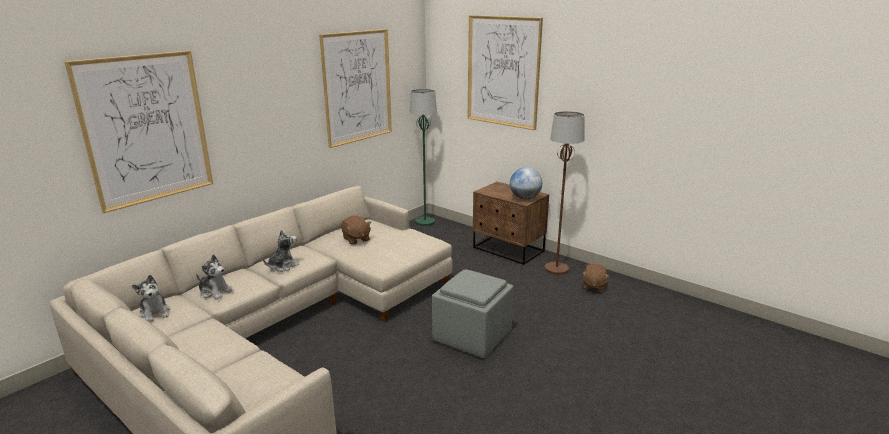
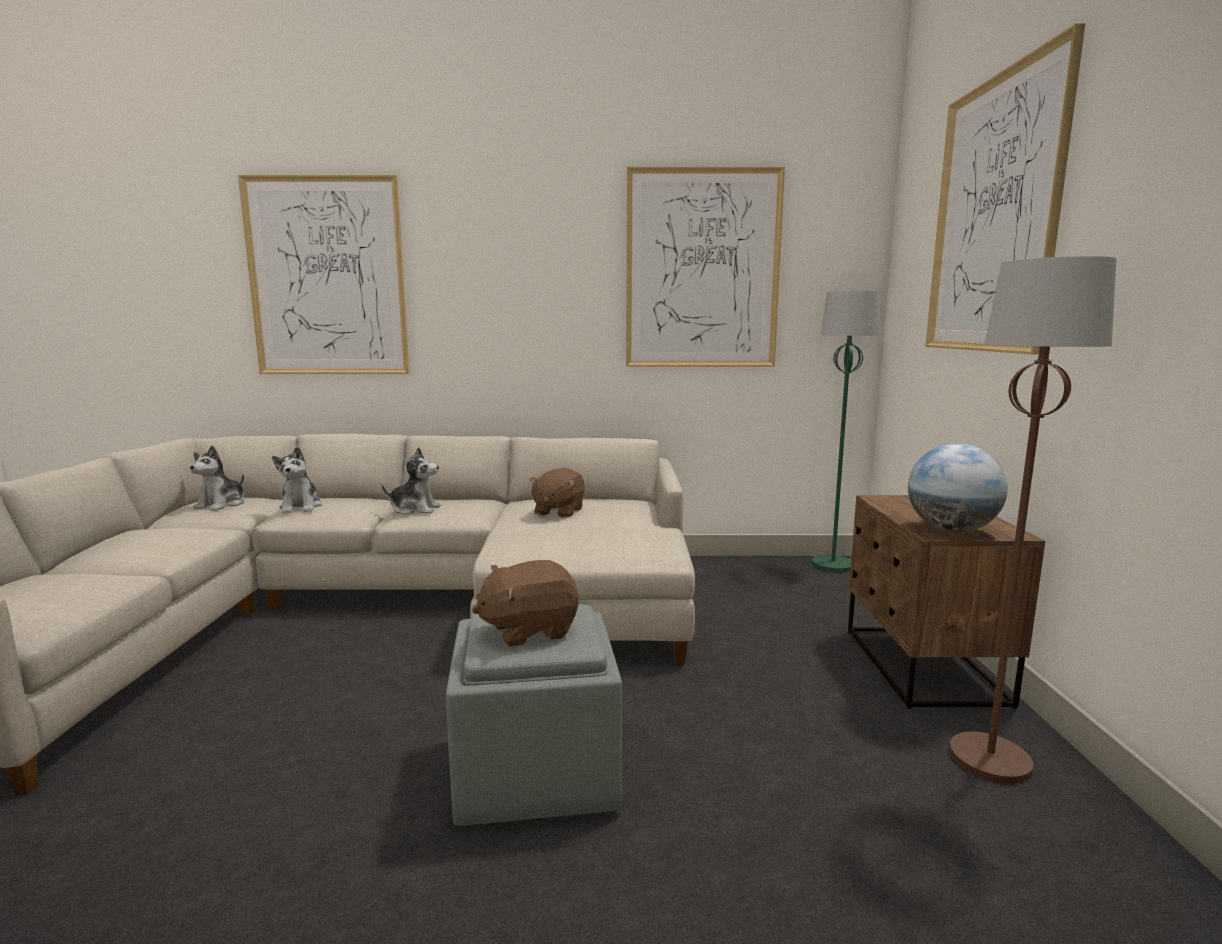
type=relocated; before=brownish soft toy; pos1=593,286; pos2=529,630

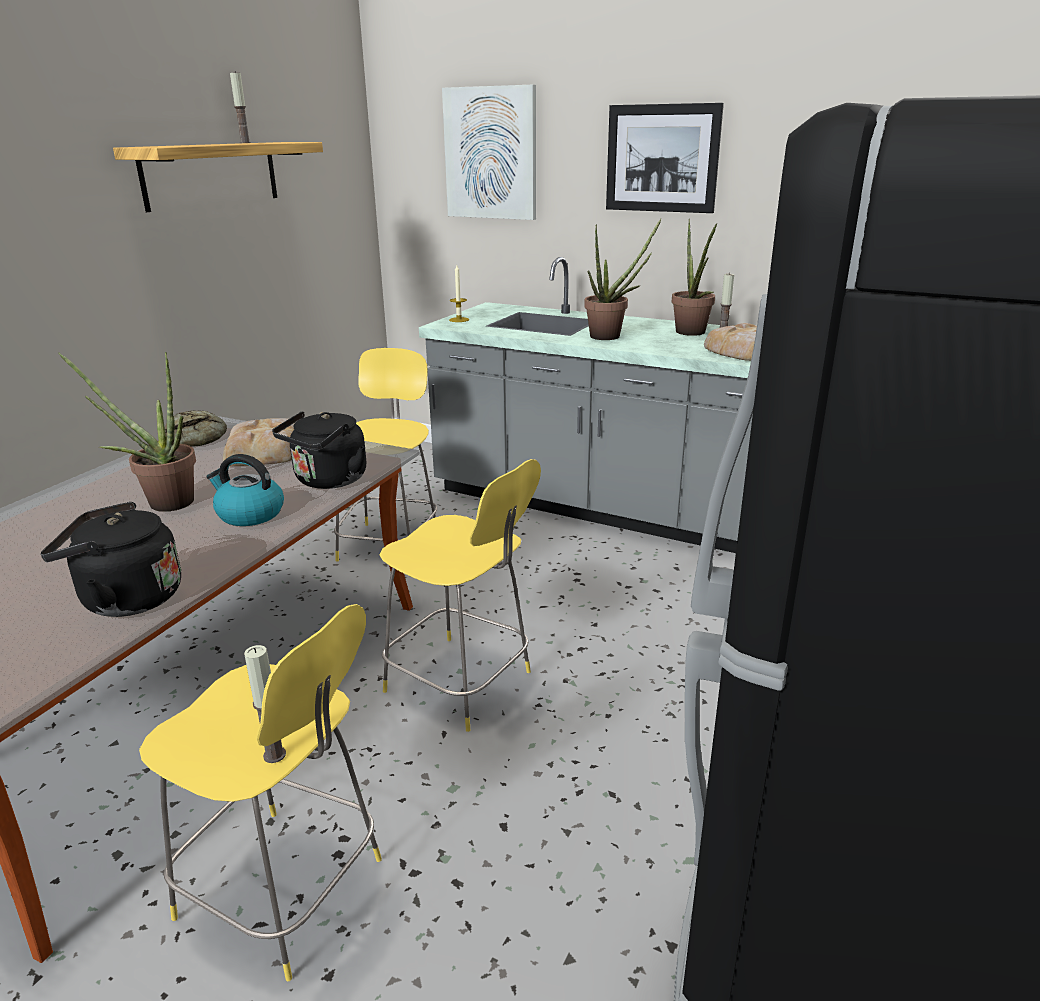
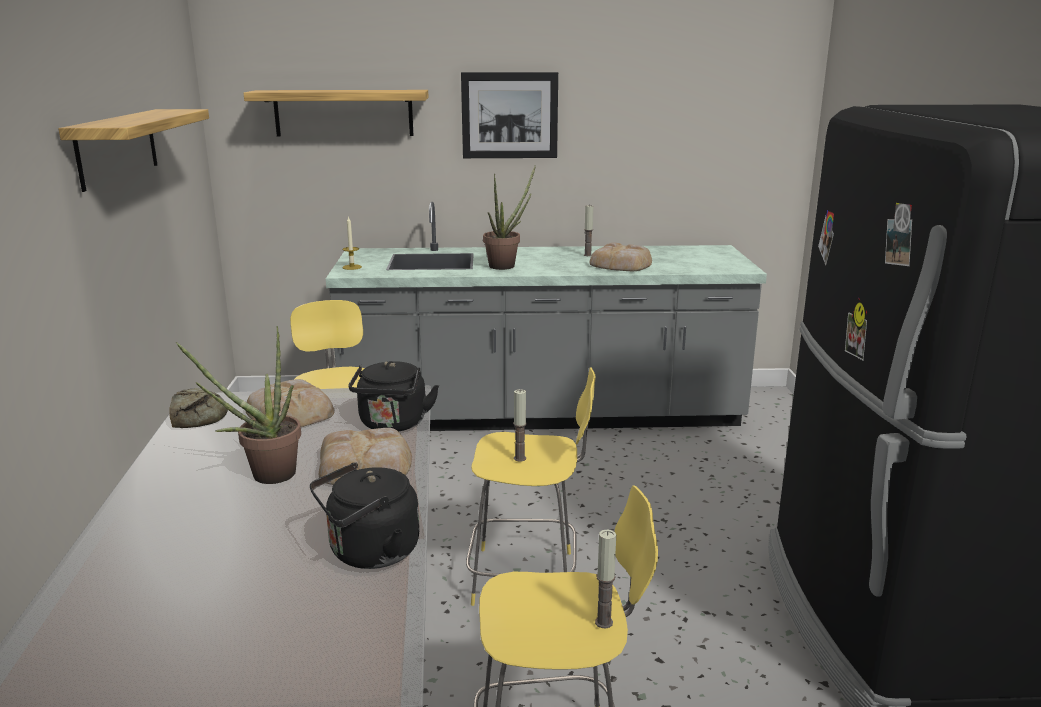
type=exchanged; before=wall picture; after=shelf; pos1=491,154; pos2=343,113
type=exchanged; before=water kettle; after=baked bread; pos1=249,514; pos2=366,465
type=relocated; before=wax light; pos1=245,143; pos2=519,458
type=missing; before=houseplant; pos1=692,333

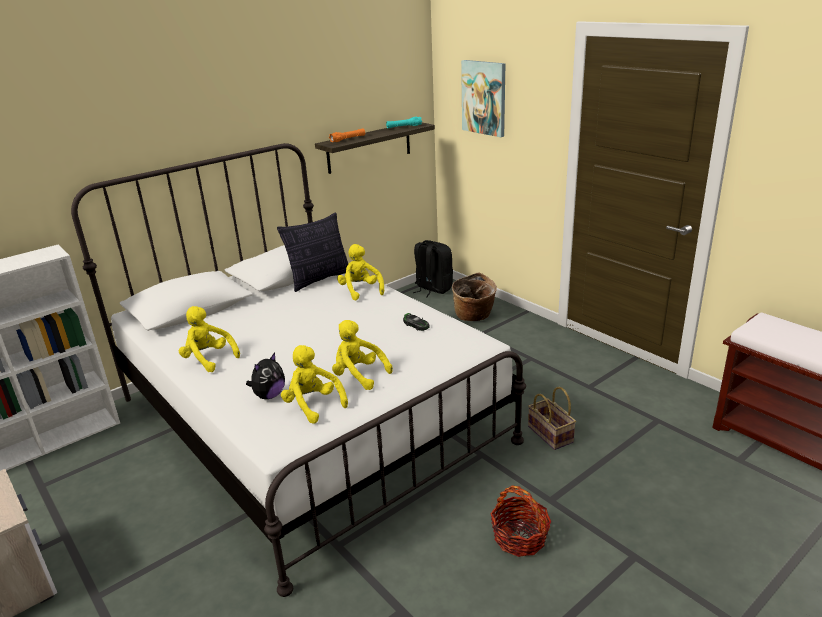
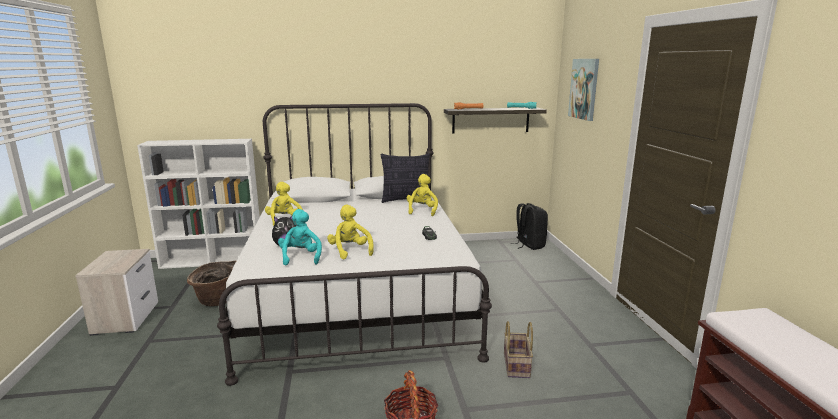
type=relocated; before=basket; pos1=474,316; pos2=217,301
type=colour; before=yellow soft toy; after=blue-green soft toy; pos1=313,405; pos2=301,257

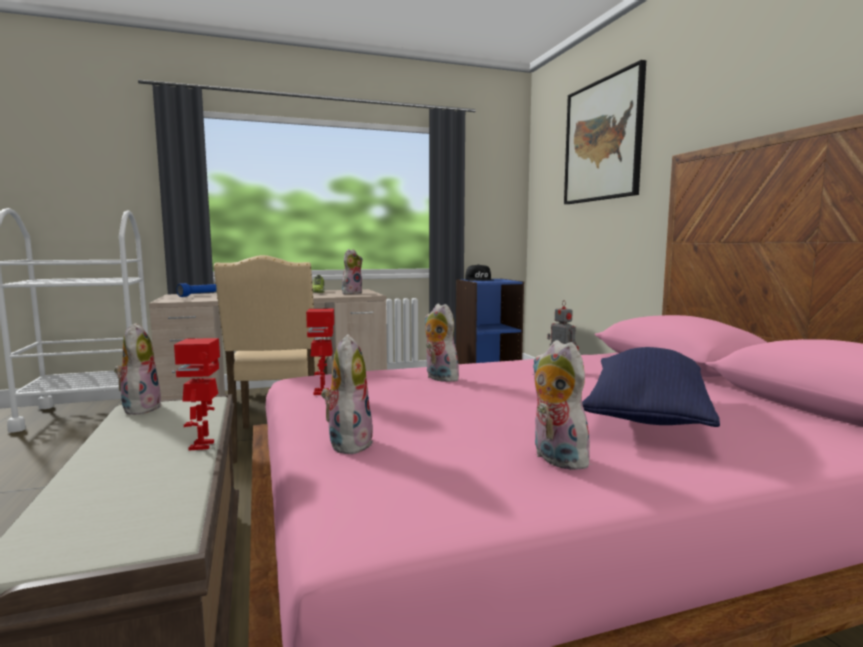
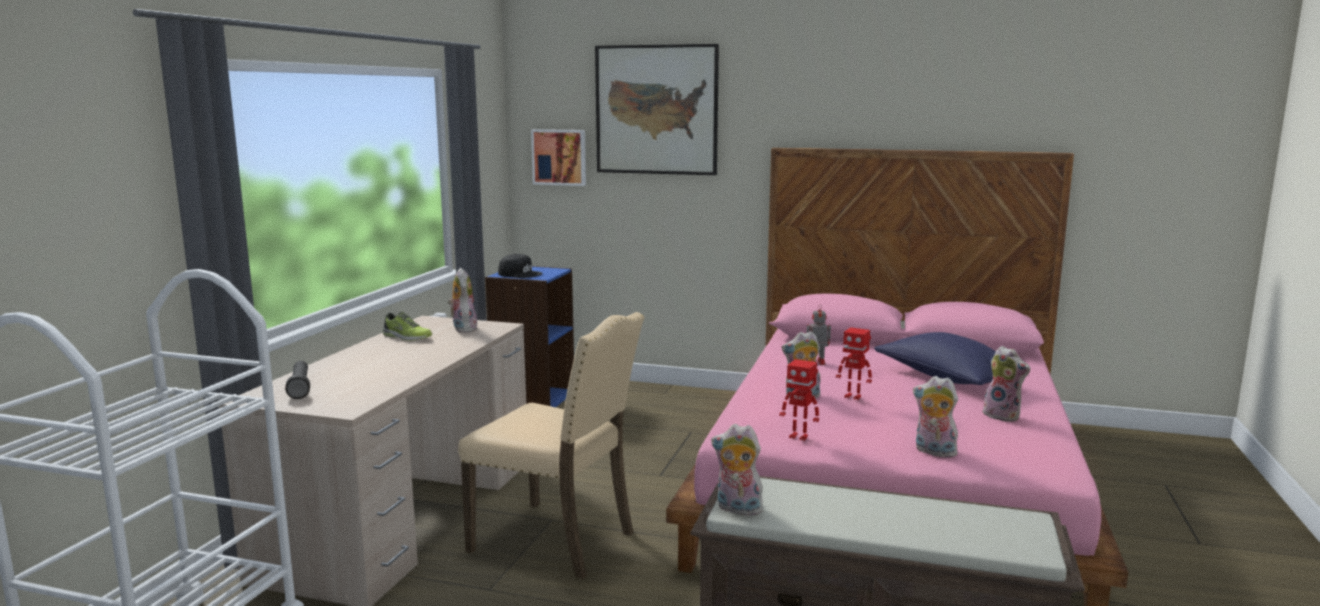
type=colour; before=bluish torch; after=black-coloured torch; pos1=201,295; pos2=300,387
type=appeared; after=wall picture; pos2=559,157
type=relocated; before=robot figure; pos1=203,445; pos2=853,396
type=spun; before=soft toy; pos1=555,459; pos2=1003,416; turn=-135

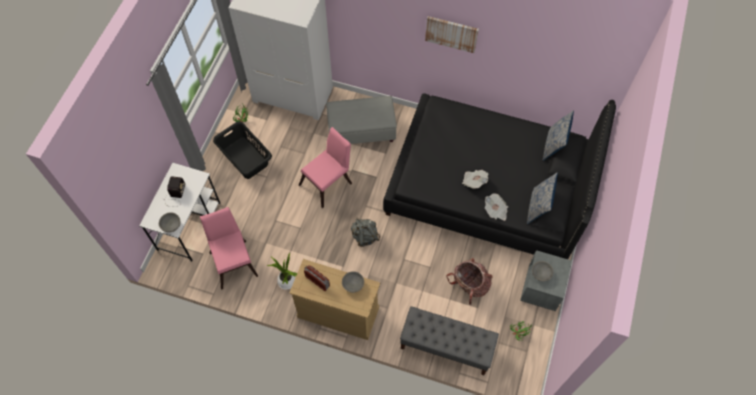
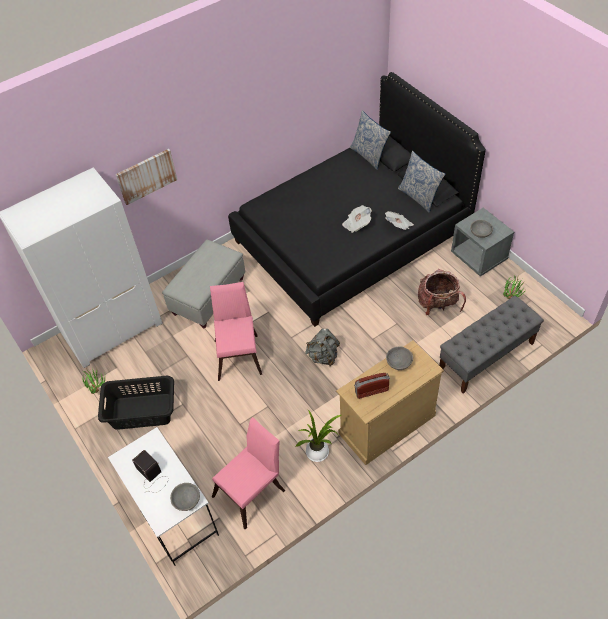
type=relocated; before=wall picture; pos1=451,33; pos2=146,176
type=spun; before=pink chair; pos1=233,261; pos2=253,491; turn=120

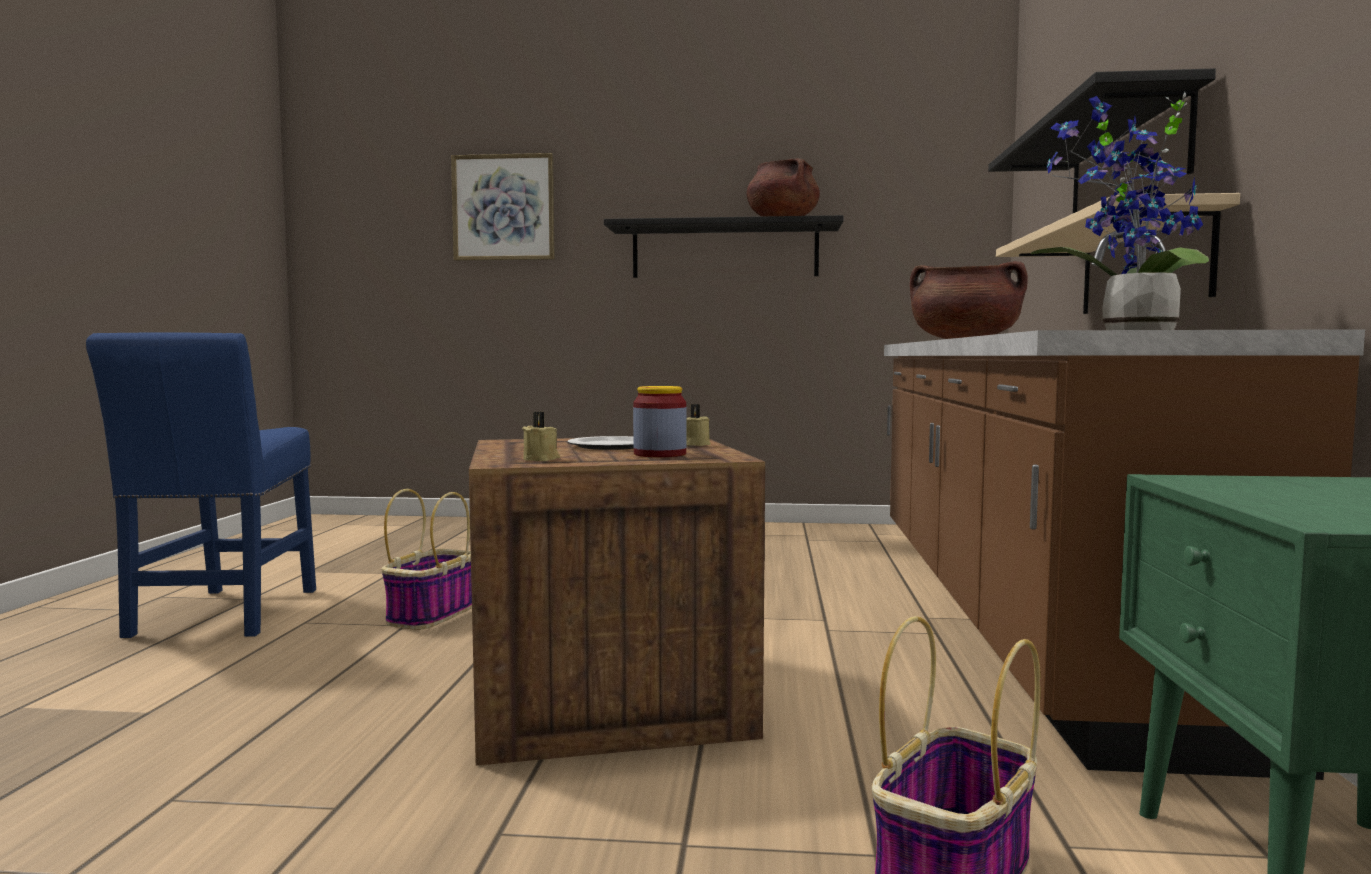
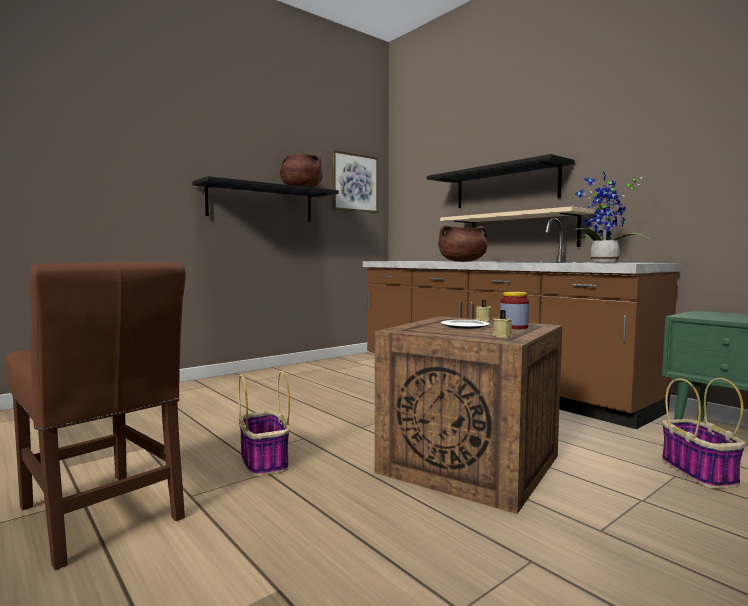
type=colour; before=bluish chair; after=brownish chair; pos1=223,615; pos2=101,517
type=relocated; before=wall picture; pos1=503,208; pos2=354,183

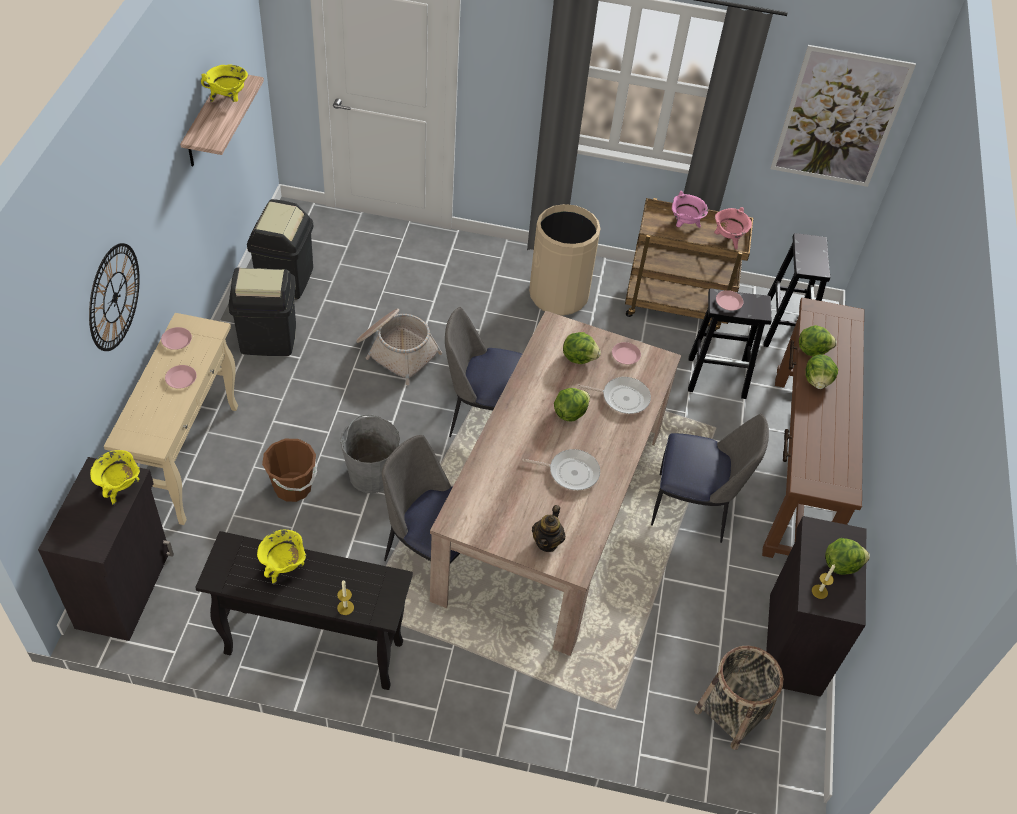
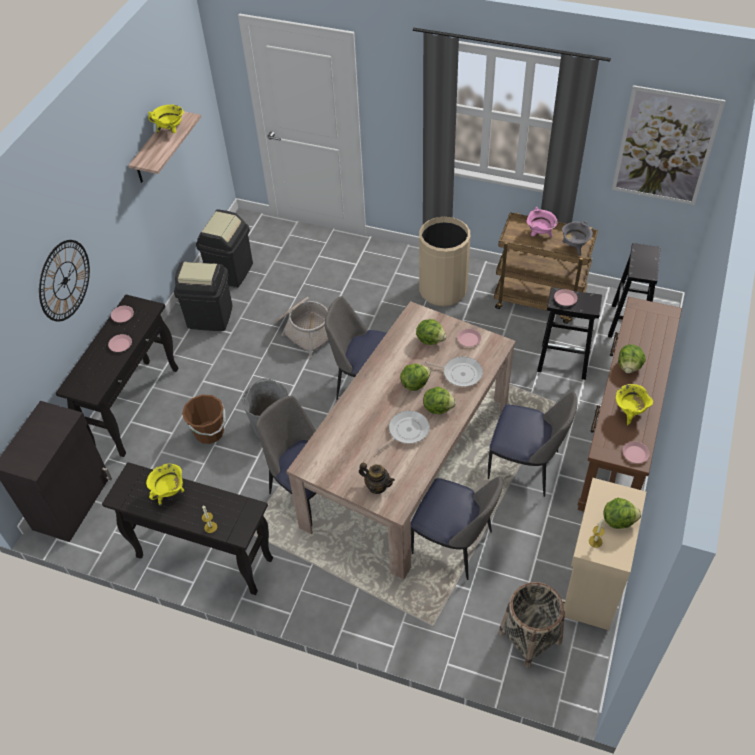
type=colour; before=beige-coloured narrow table; after=black-coloured narrow table; pos1=189,458; pos2=136,406
type=spun; before=pot for tea; pos1=547,542; pos2=377,486; turn=-90
type=spun; before=frying pan; pos1=570,472; pos2=406,431; turn=-60
type=appeared; after=chair; pos2=454,545
type=relocated; before=head of lettuce; pos1=812,350; pos2=438,407
type=colour; before=pink cooking pot; after=greyish cooking pot; pos1=728,239; pos2=574,247
type=colour; before=black-coloured storage cabinet; after=beige-coloured storage cabinet; pos1=792,644; pos2=591,584
type=relocated; before=yellow cooking pot; pos1=120,488; pos2=629,413
type=appeared; after=pink dinner plate; pos2=635,454

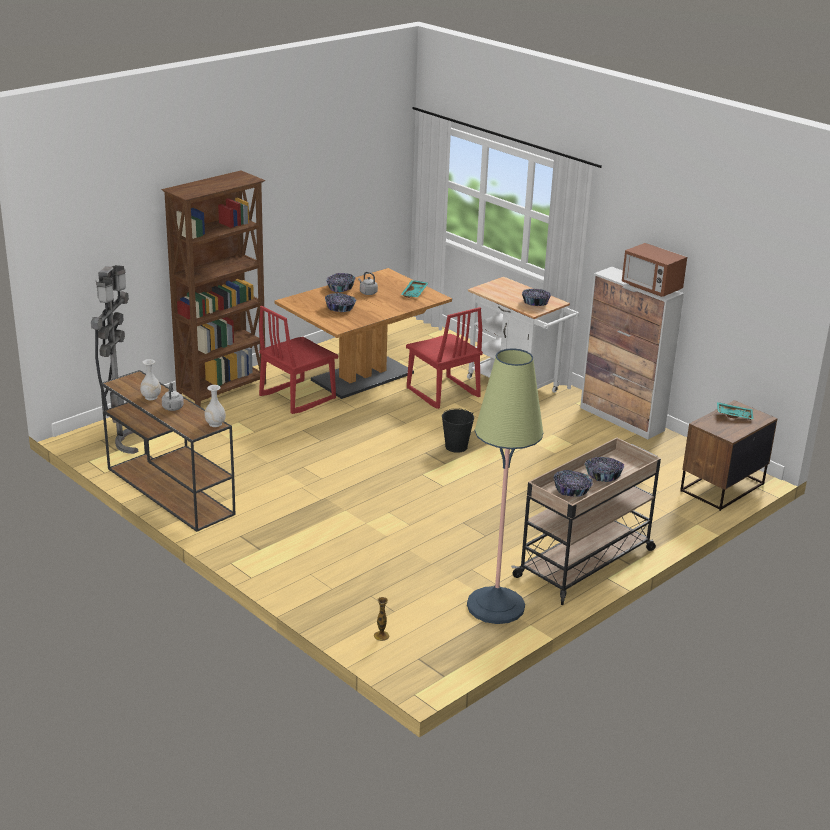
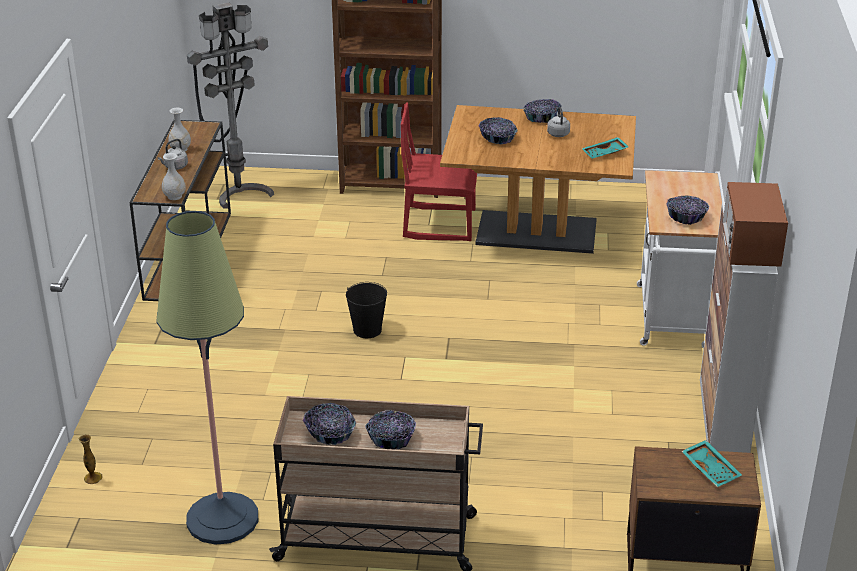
type=relocated; before=black-coloured bucket; pos1=456,447; pos2=367,330
type=missing; before=red chair; pos1=442,393

